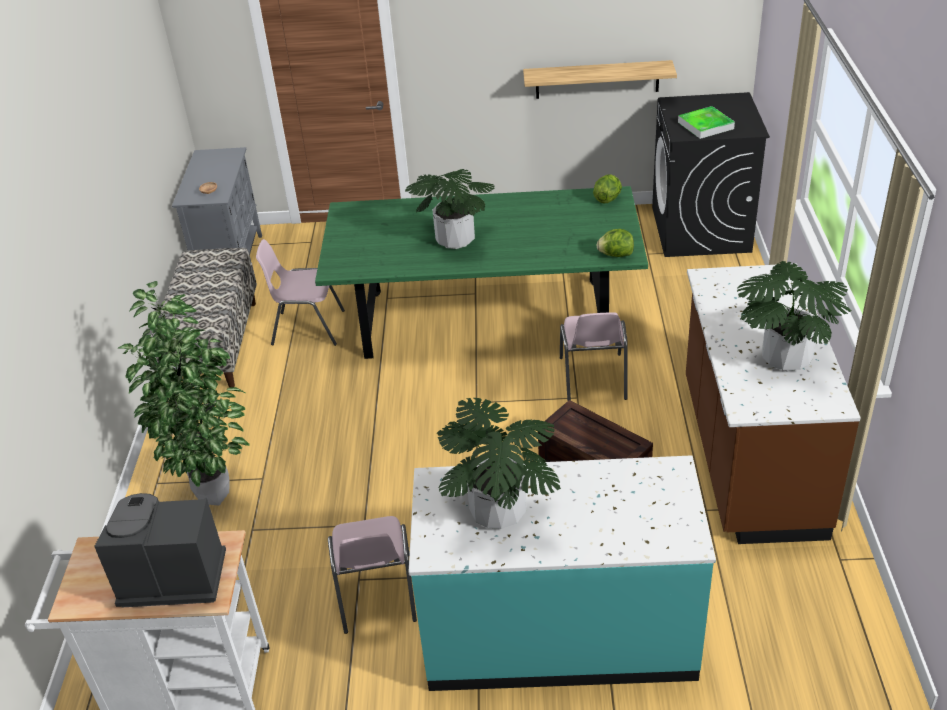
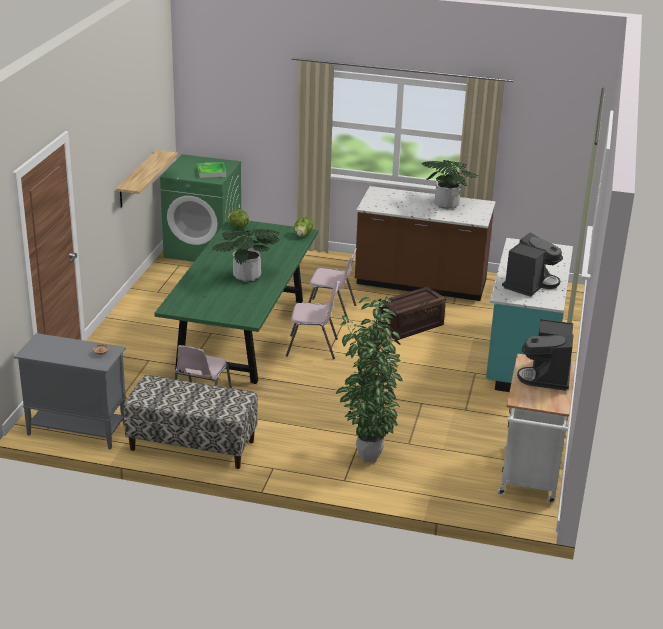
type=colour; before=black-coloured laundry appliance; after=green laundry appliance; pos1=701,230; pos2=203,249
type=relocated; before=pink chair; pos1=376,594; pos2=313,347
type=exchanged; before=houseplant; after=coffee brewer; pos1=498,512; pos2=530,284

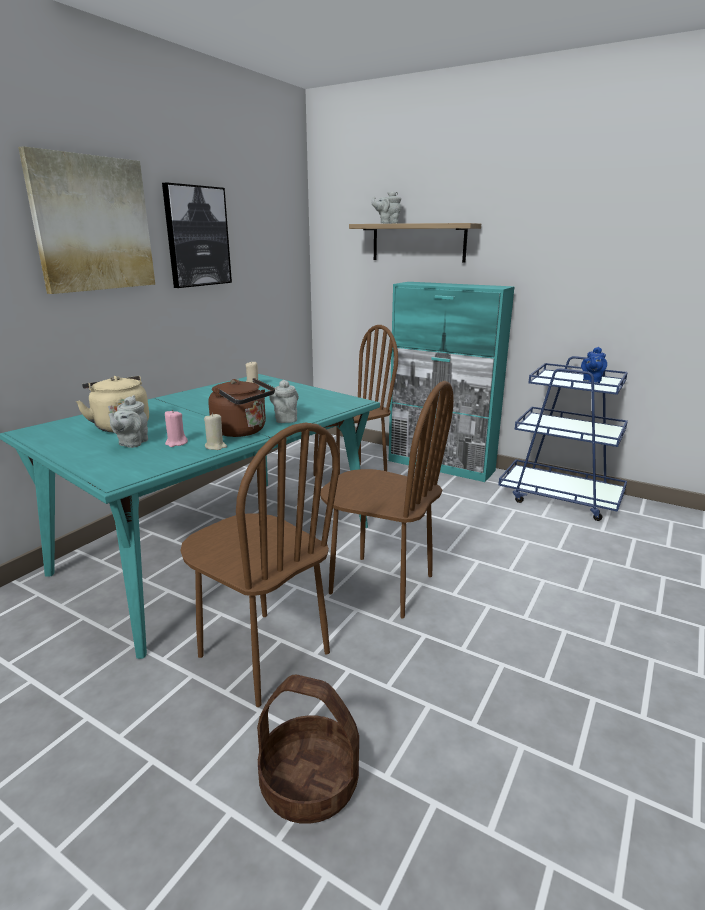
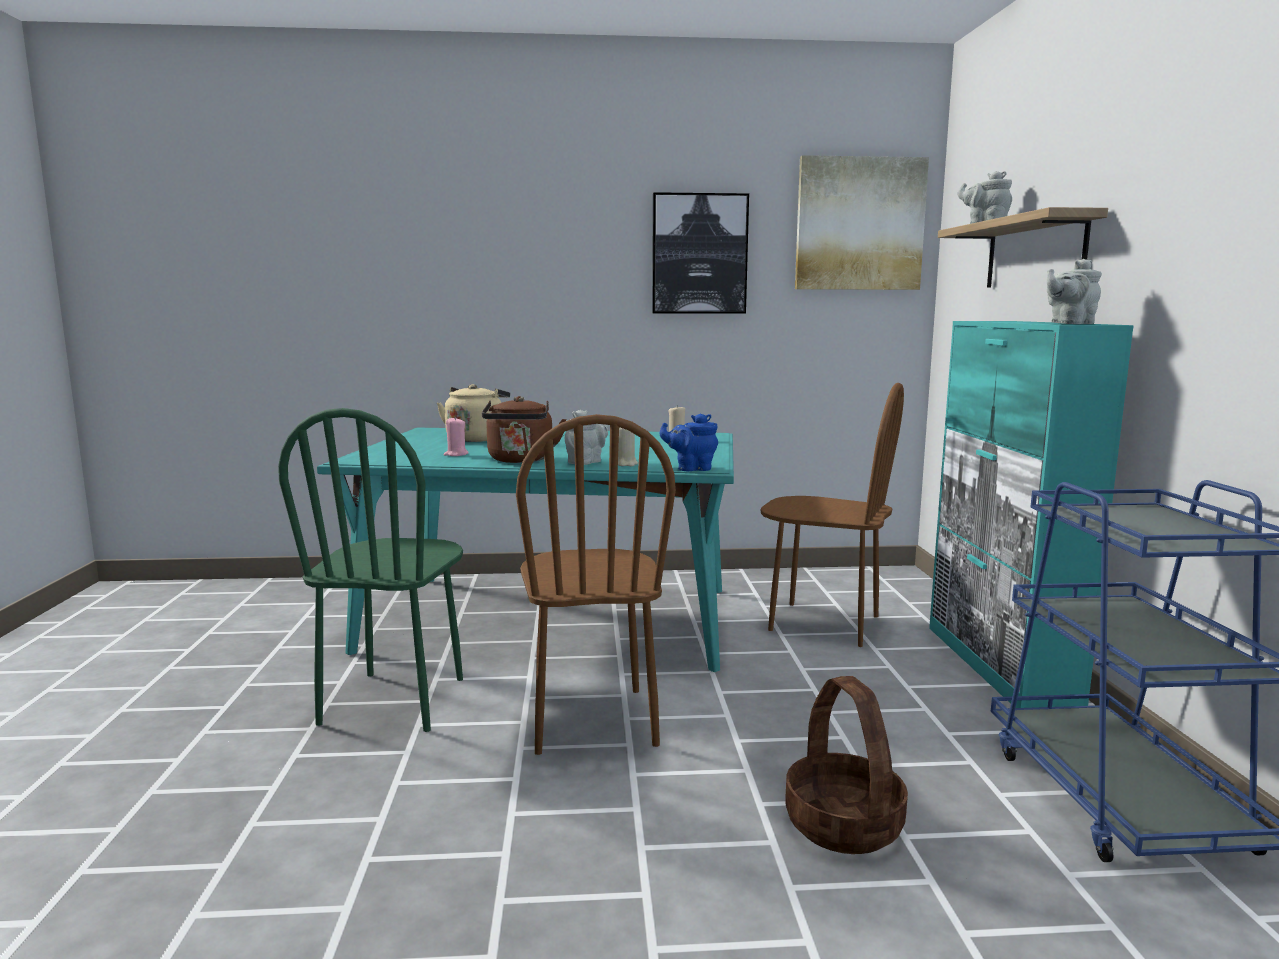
type=colour; before=brownish chair; after=green chair; pos1=263,655; pos2=394,701
type=relocated; before=beige-coloured wax light; pos1=215,446; pos2=626,464
type=relocated; before=bluish pot for tea; pos1=591,381; pos2=691,468
type=relocated; before=basket; pos1=310,782; pos2=844,824
type=relocated; before=wall picture; pos1=92,224; pos2=859,224
type=relocated; before=greyish pot for tea; pos1=132,443; pos2=1069,323

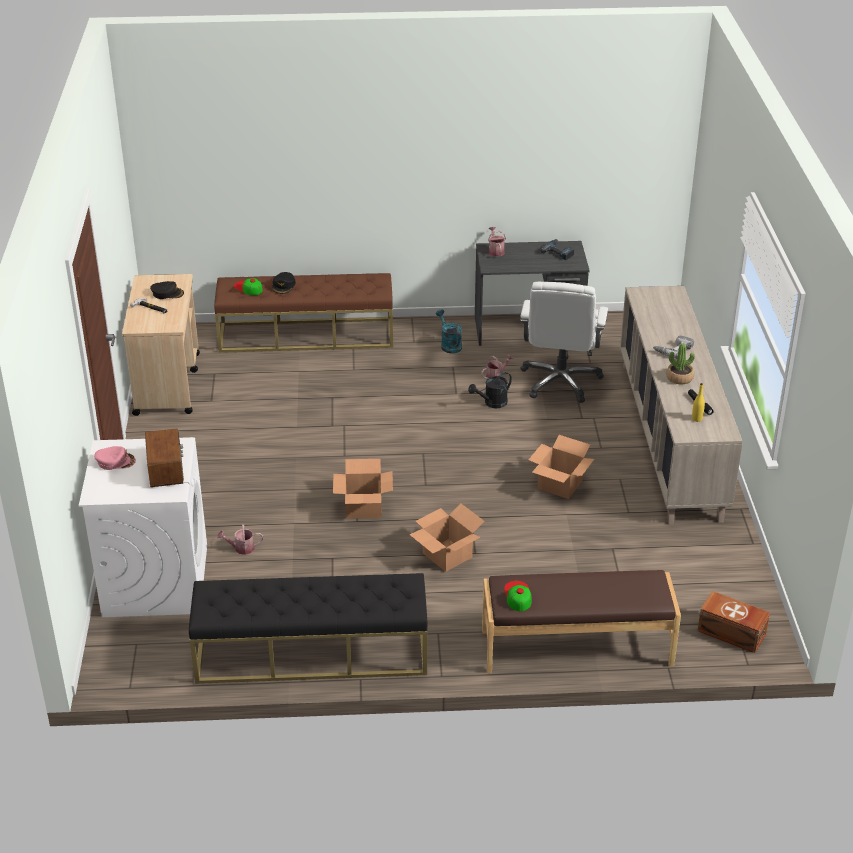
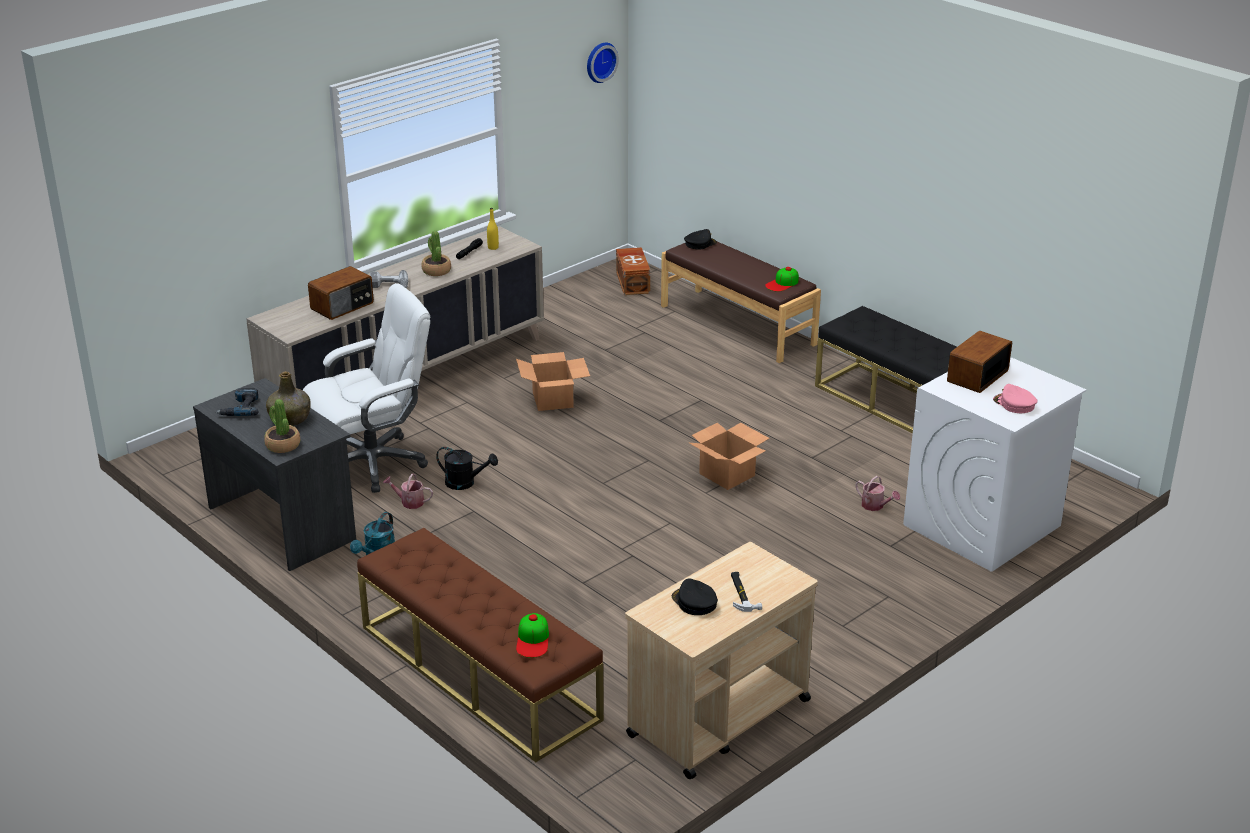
type=exchanged; before=watering can; after=houseplant; pos1=495,251; pos2=283,445
type=appeared; after=green drink bottle; pos2=290,418
type=appeared; after=radio set; pos2=343,306
type=appeared; after=hanging clock; pos2=599,61
type=relocated; before=black-coloured baseball cap; pos1=284,286; pos2=700,243
type=missing; before=cardboard box; pos1=448,555

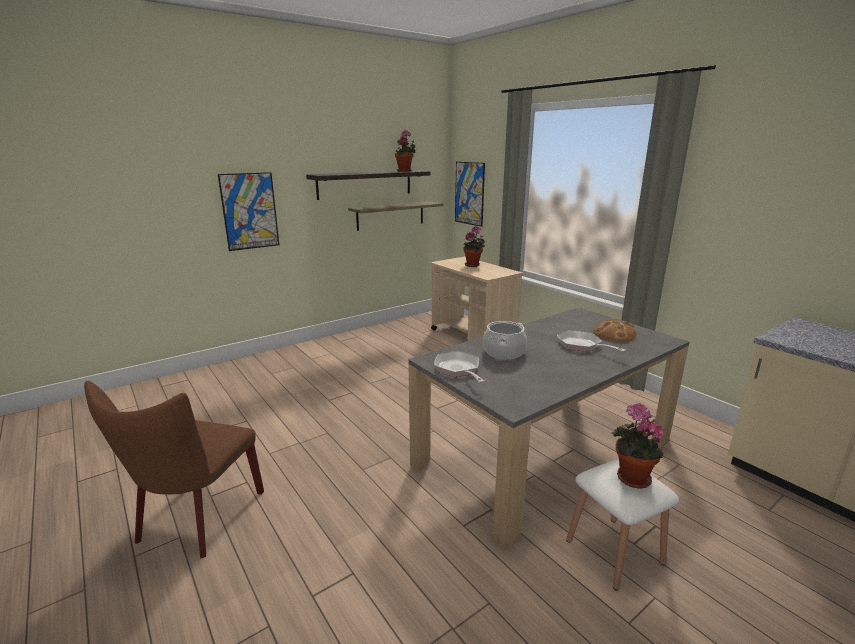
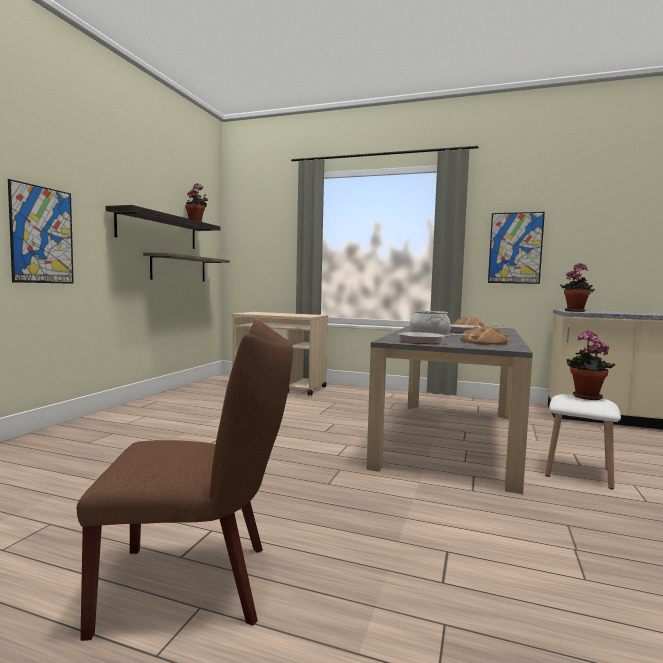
type=spun; before=brownish chair; pos1=196,520; pos2=198,584; turn=-75
type=appeared; after=baked bread; pos2=483,342
type=relocated; before=wall picture; pos1=469,193; pos2=515,248
type=relocated; before=houseplant; pos1=473,265; pos2=575,311

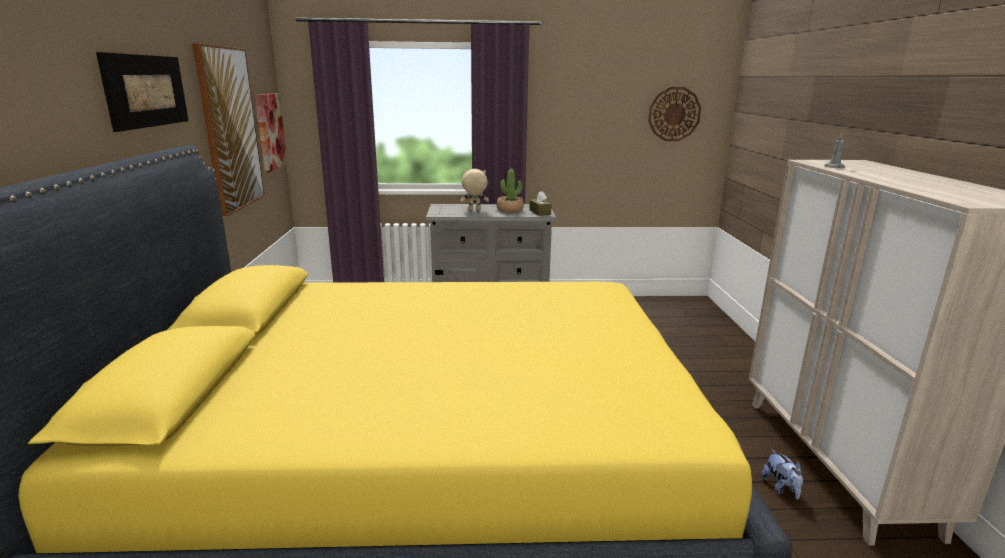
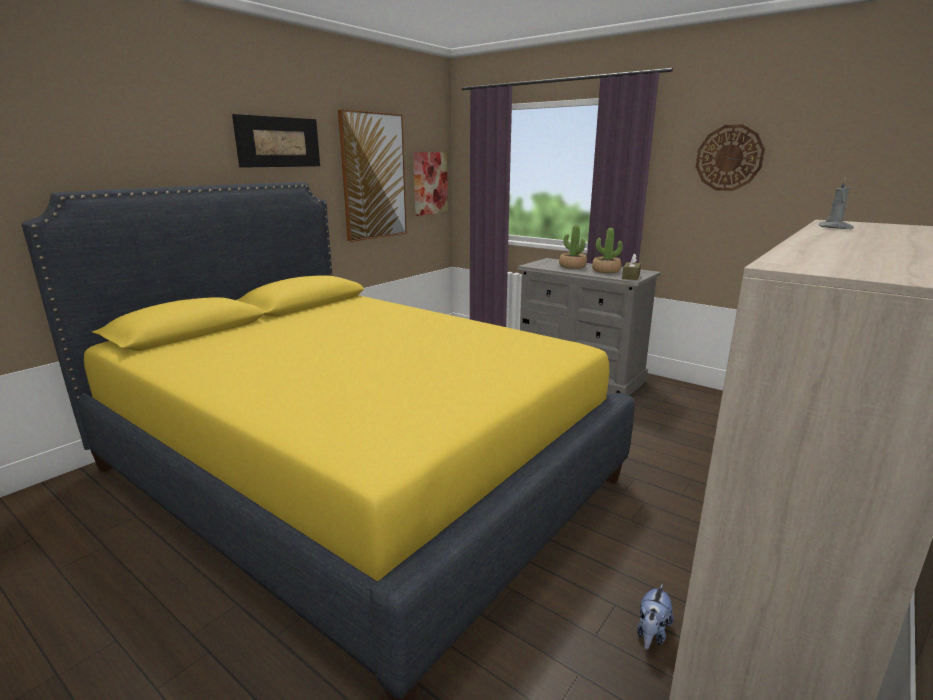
type=exchanged; before=beige-coloured soft toy; after=houseplant; pos1=474,210; pos2=572,266
type=relocated; before=hanging clock; pos1=674,114; pos2=729,158

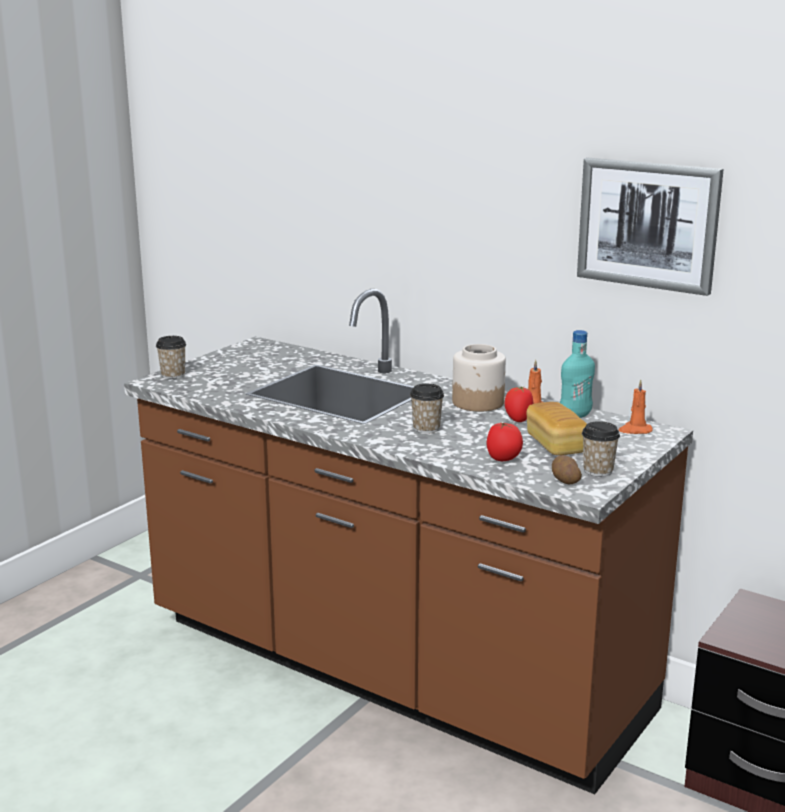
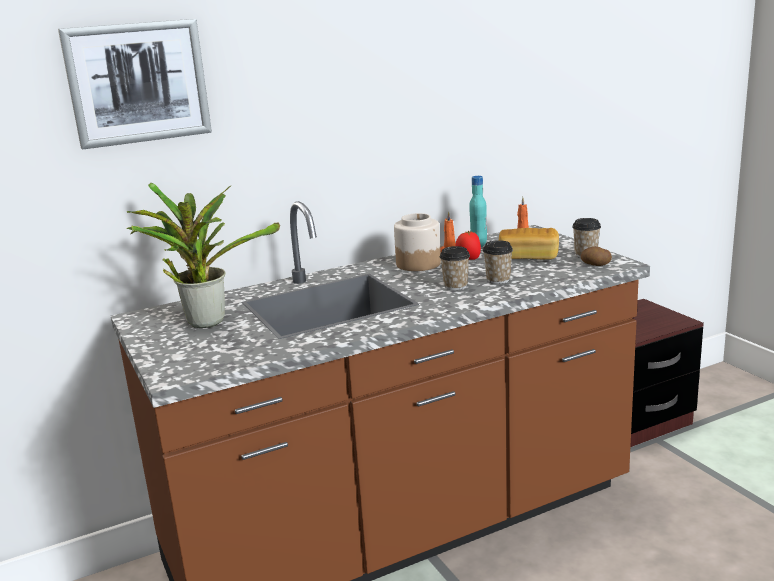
type=relocated; before=wall picture; pos1=648,224; pos2=138,83
type=appeared; after=houseplant; pos2=204,321
type=relocated; before=drinking cup; pos1=173,375; pos2=498,280
type=missing; before=fresh tomato; pos1=503,459

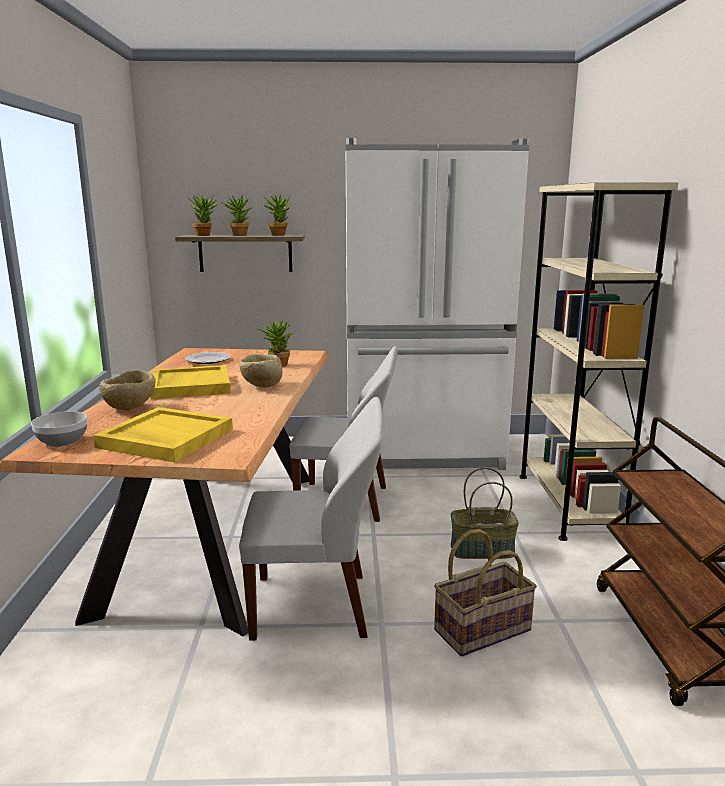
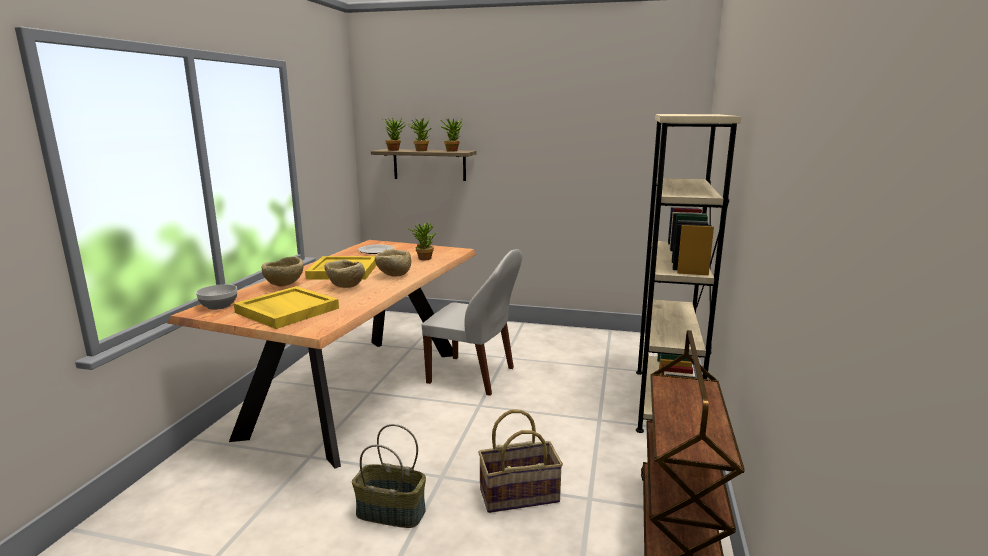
type=appeared; after=beige-coloured deep dish; pos2=345,287
type=relocated; before=basket; pos1=481,551; pos2=390,513
type=missing; before=white chair; pos1=315,606
type=missing; before=white fridge; pos1=423,453

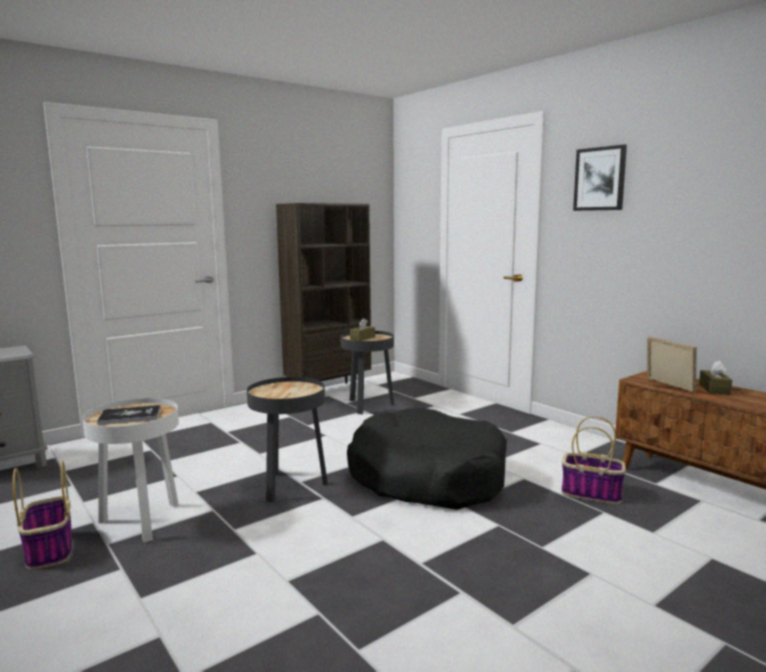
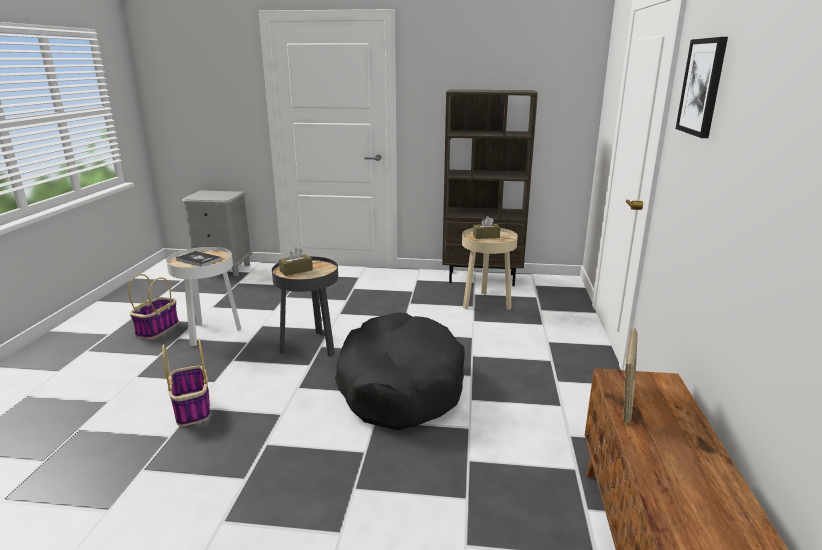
type=relocated; before=basket; pos1=592,493; pos2=192,409
type=relocated; before=brownish box of tissues; pos1=714,389; pos2=296,270
type=colour; before=black-coloured accent table; after=beige-coloured accent table; pos1=367,406; pos2=485,303

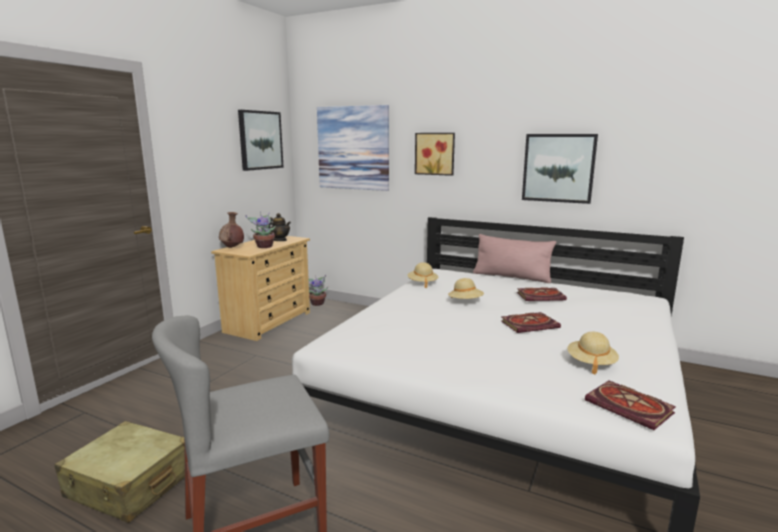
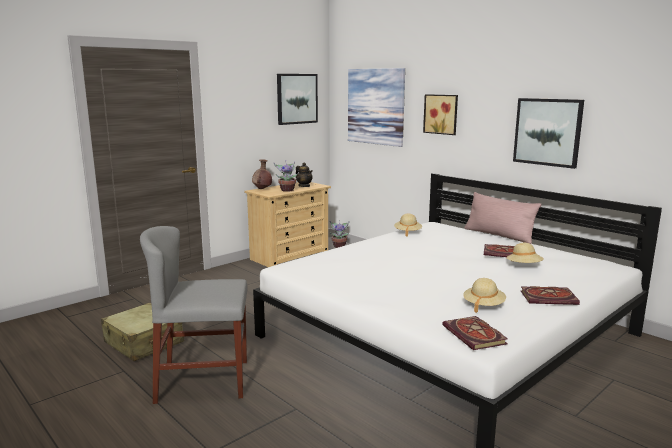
type=relocated; before=beige-coloured clothing hat; pos1=465,302; pos2=524,266
type=relocated; before=bound book; pos1=530,324; pos2=549,298

